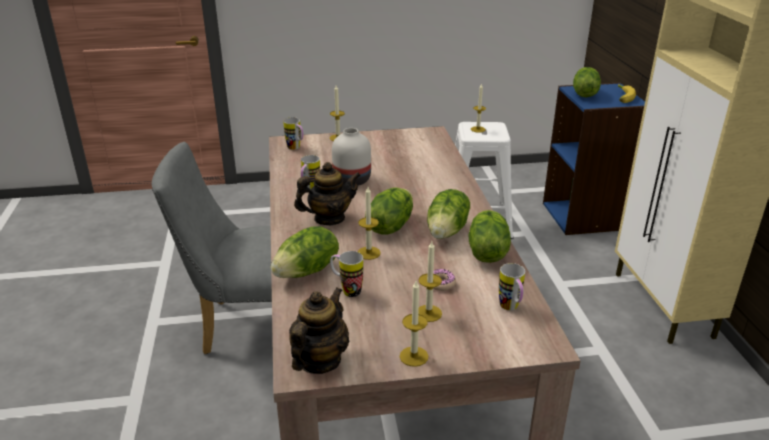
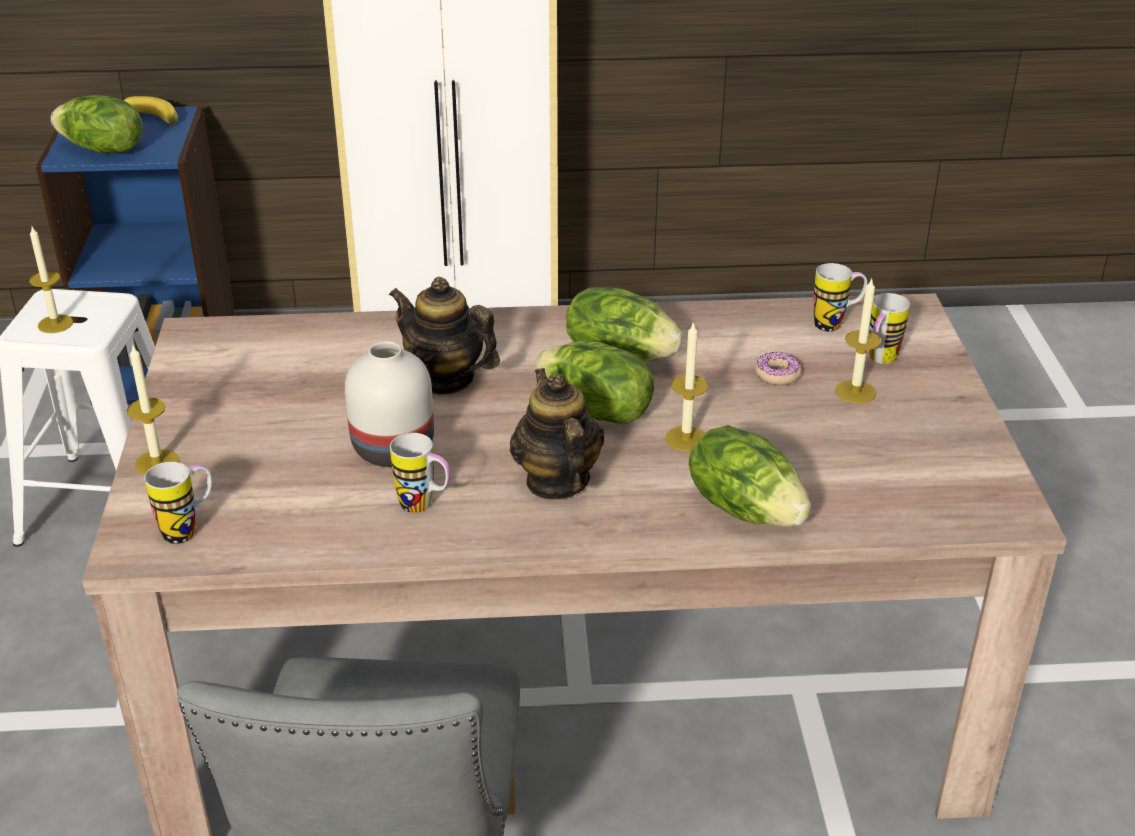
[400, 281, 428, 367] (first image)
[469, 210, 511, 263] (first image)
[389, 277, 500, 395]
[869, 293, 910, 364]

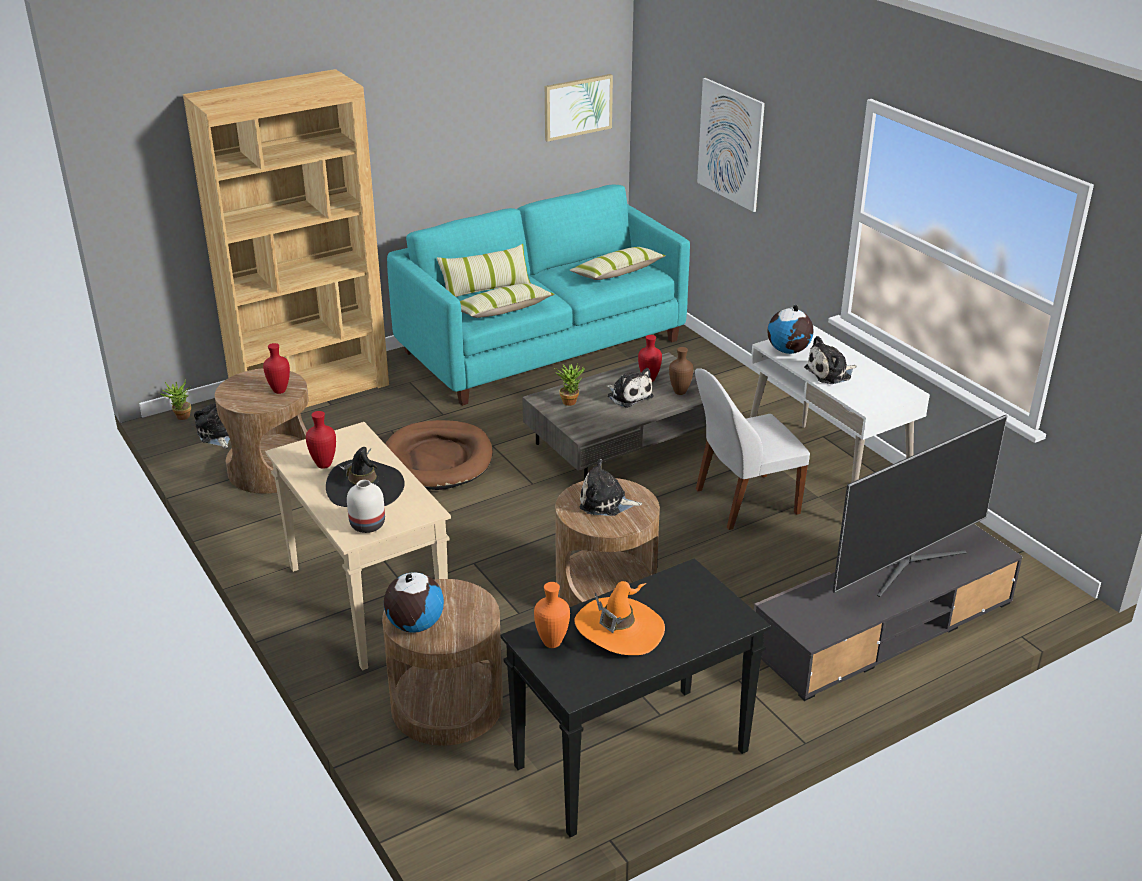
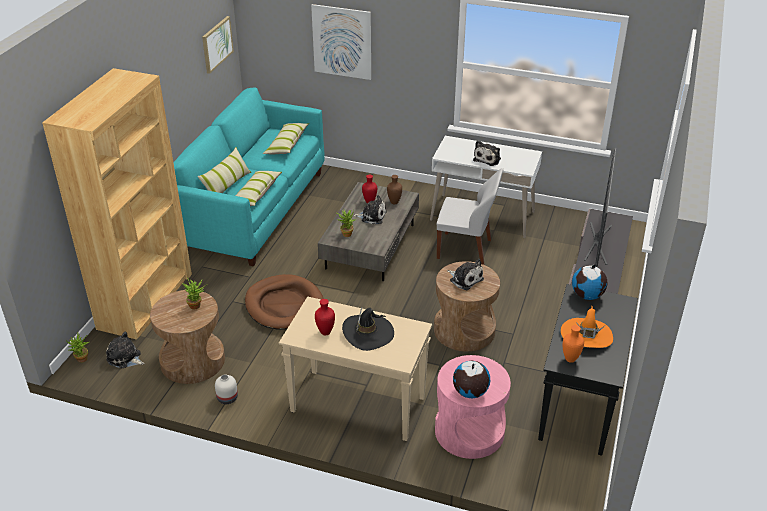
[215, 374, 238, 404]
[572, 264, 607, 300]
[182, 277, 206, 309]
[435, 355, 511, 459]
[447, 259, 484, 290]
[437, 168, 503, 265]

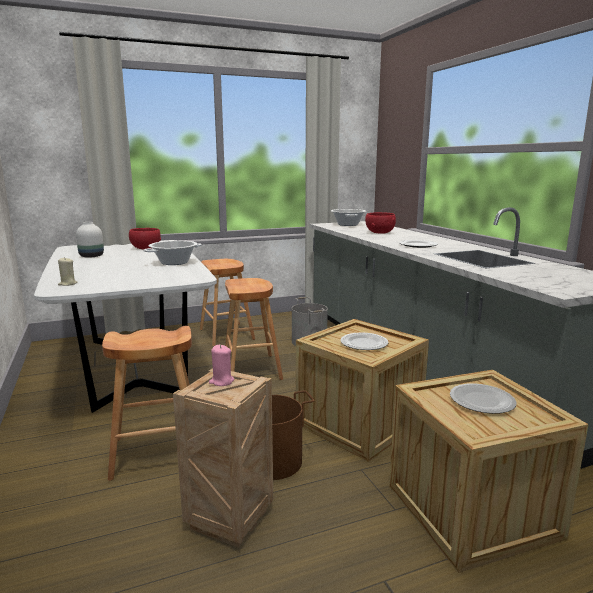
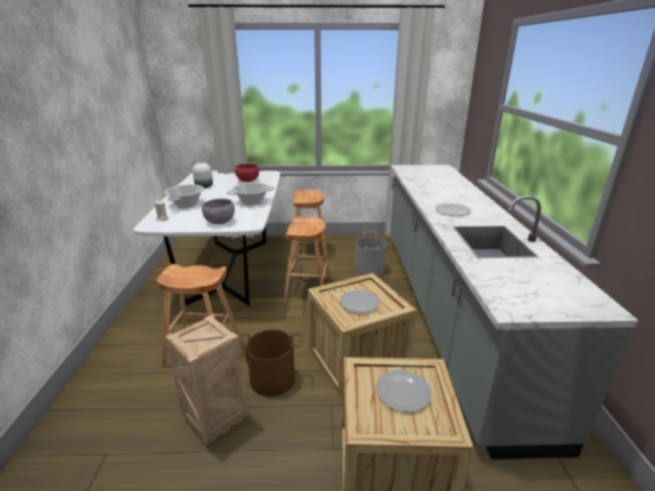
[209, 345, 234, 386] (first image)
[365, 212, 396, 234] (first image)
[202, 199, 235, 224]
[164, 184, 204, 208]

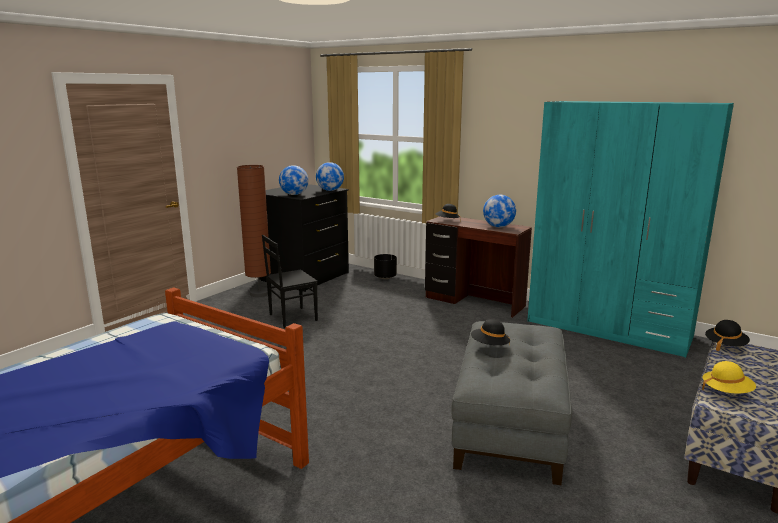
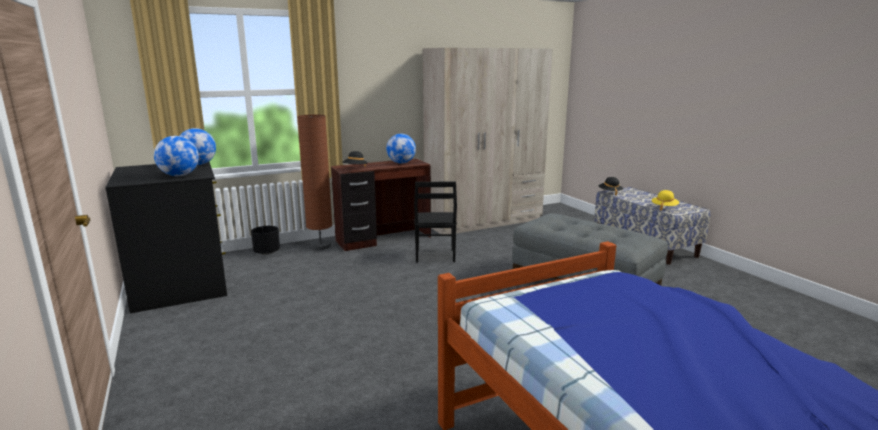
[471, 319, 510, 345] (first image)
[297, 114, 332, 250]
[414, 182, 457, 262]
[423, 48, 552, 234]

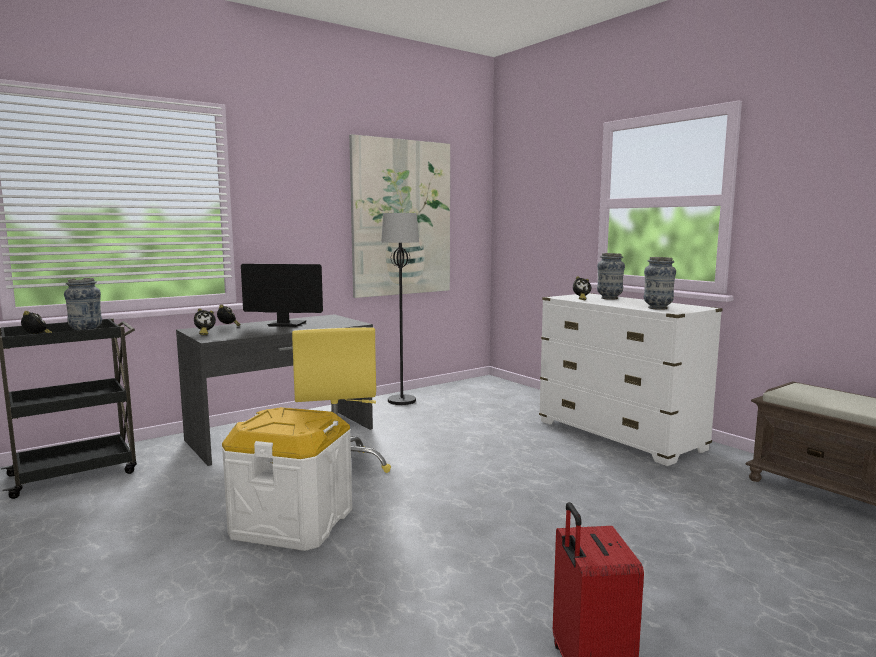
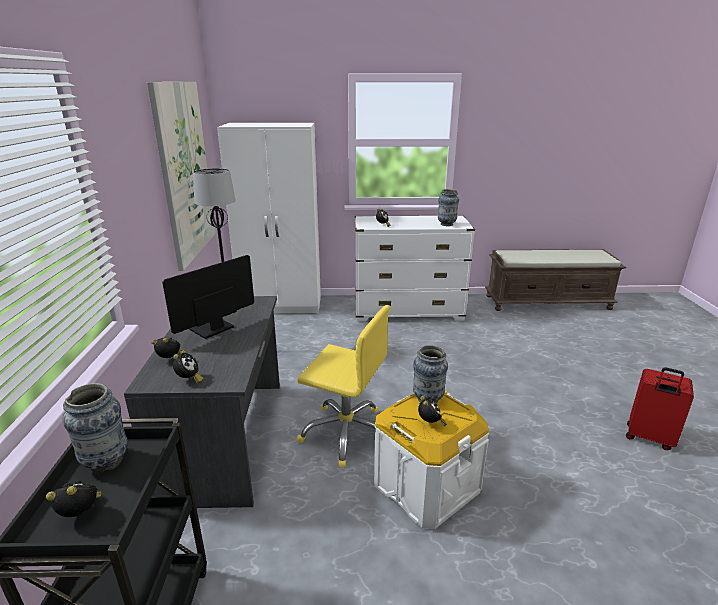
[217, 123, 321, 314]
[418, 396, 447, 426]
[413, 345, 448, 404]

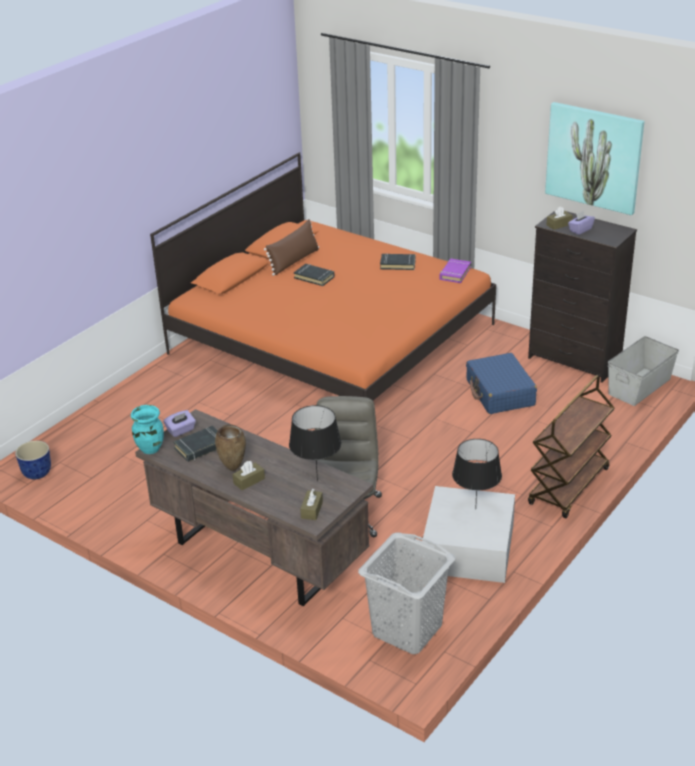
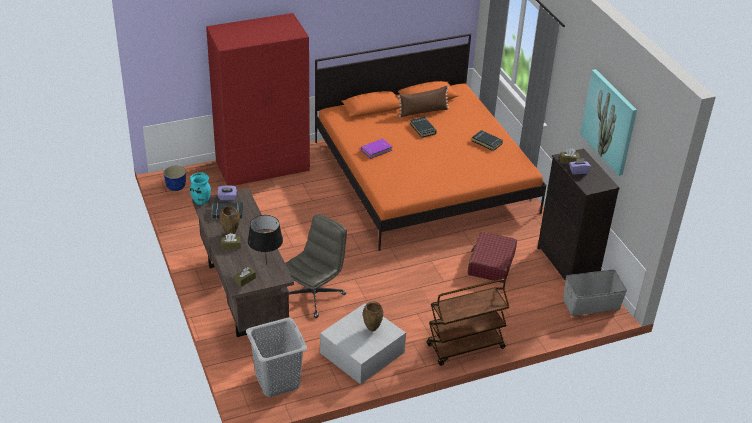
[206, 13, 310, 186]
[361, 139, 392, 159]
[363, 301, 383, 332]
[468, 231, 517, 283]

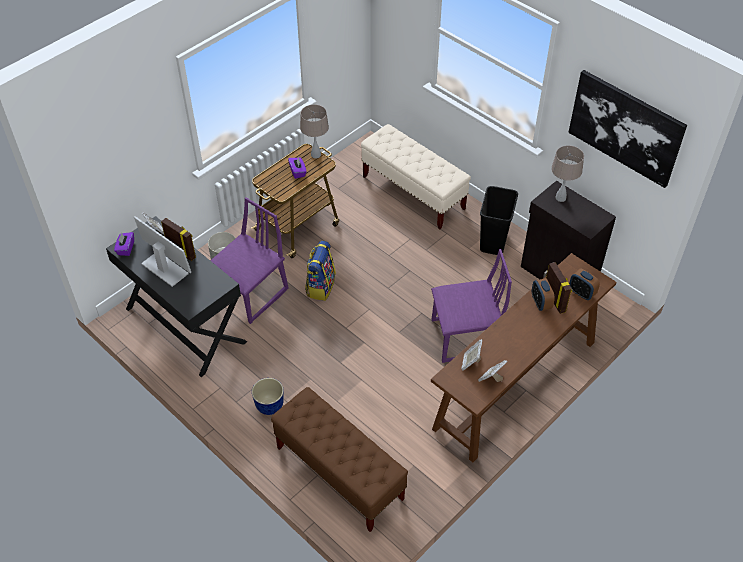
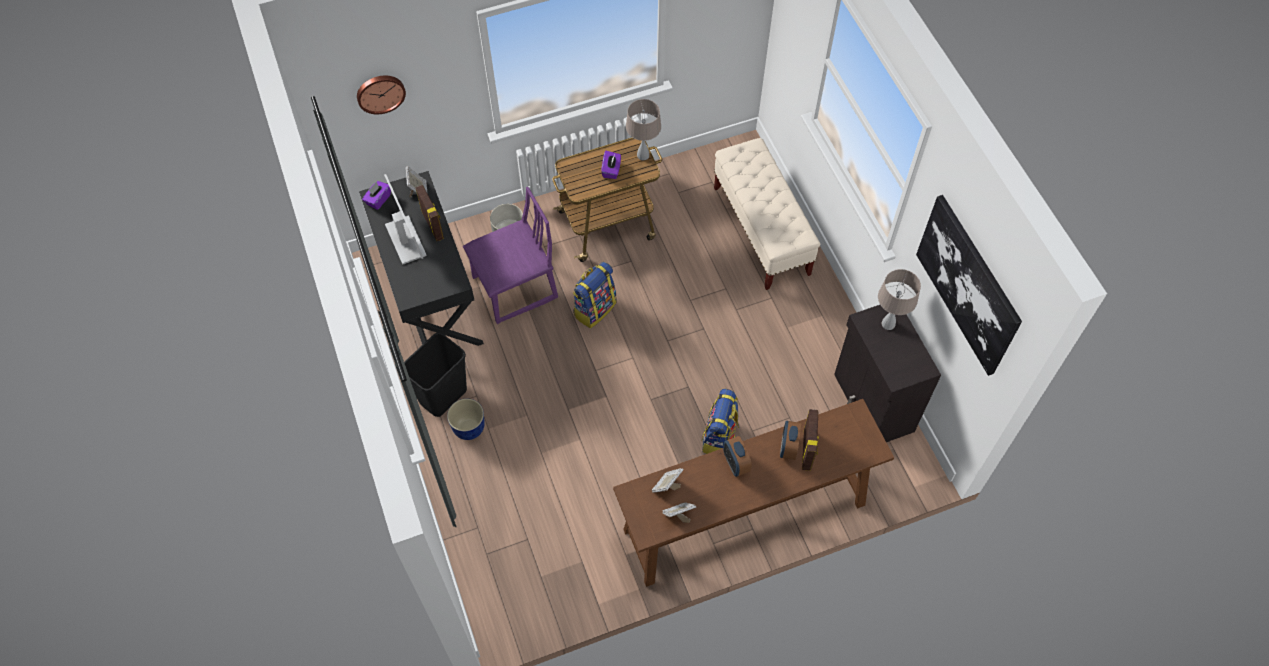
[271, 387, 408, 532] (first image)
[357, 76, 406, 114]
[404, 333, 467, 417]
[723, 436, 752, 477]
[702, 388, 739, 454]

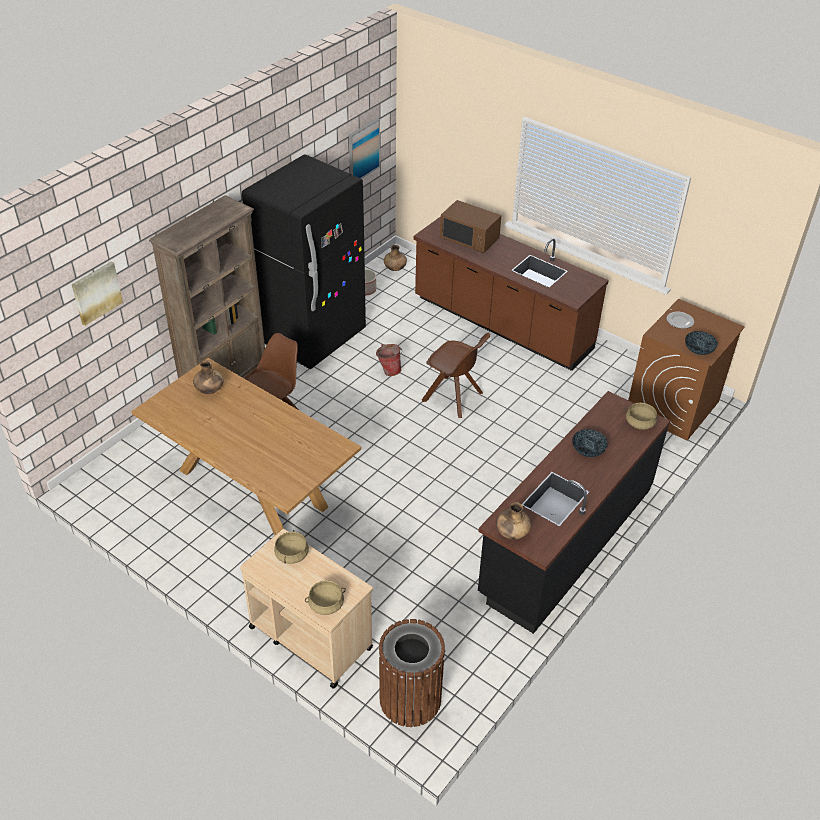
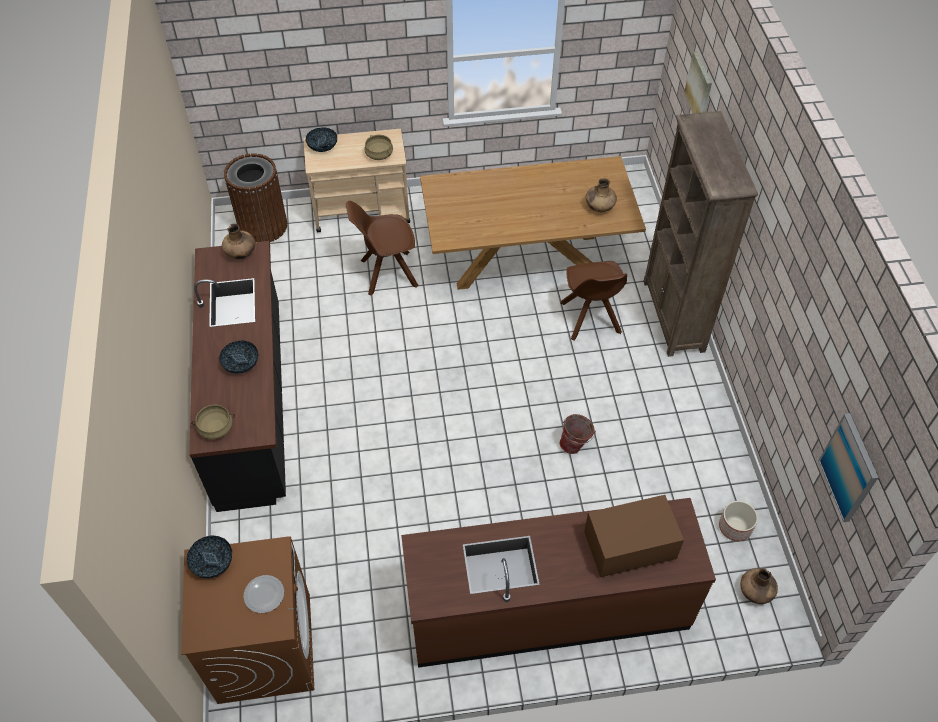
[242, 154, 366, 369] (first image)
[346, 201, 419, 296]
[306, 127, 337, 152]

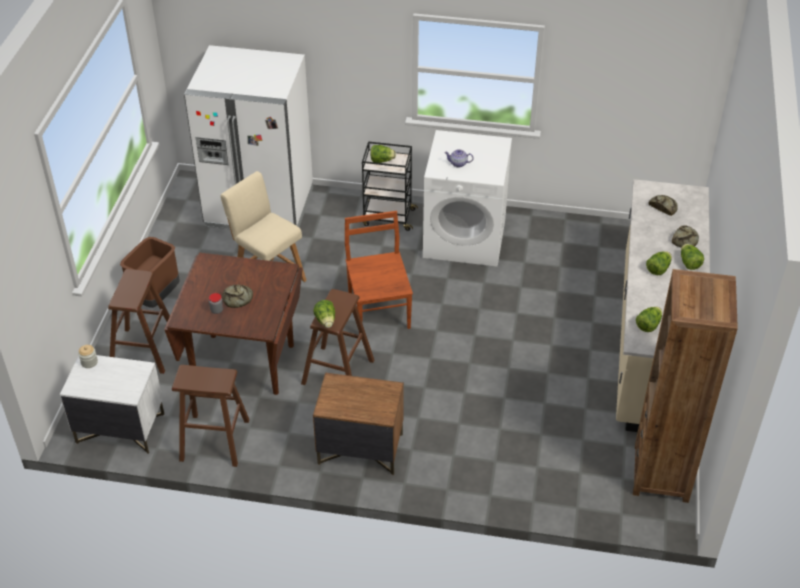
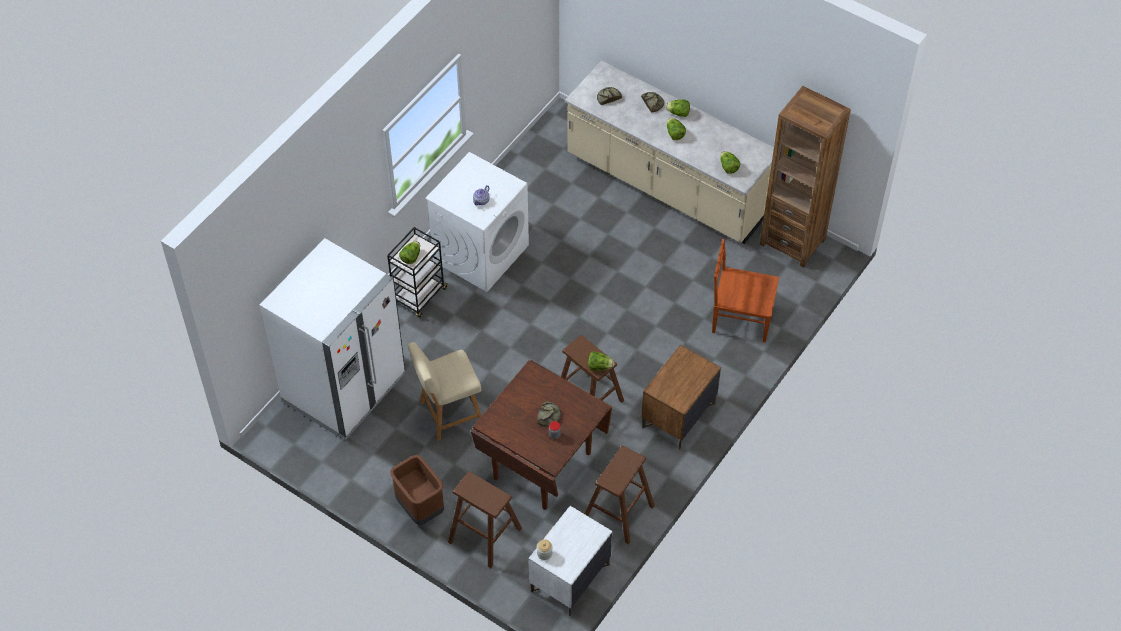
[712, 239, 779, 343]

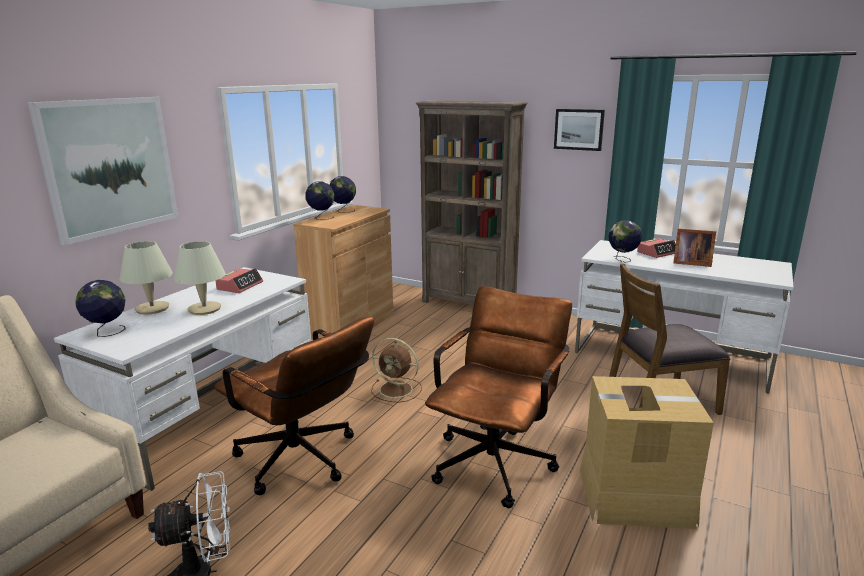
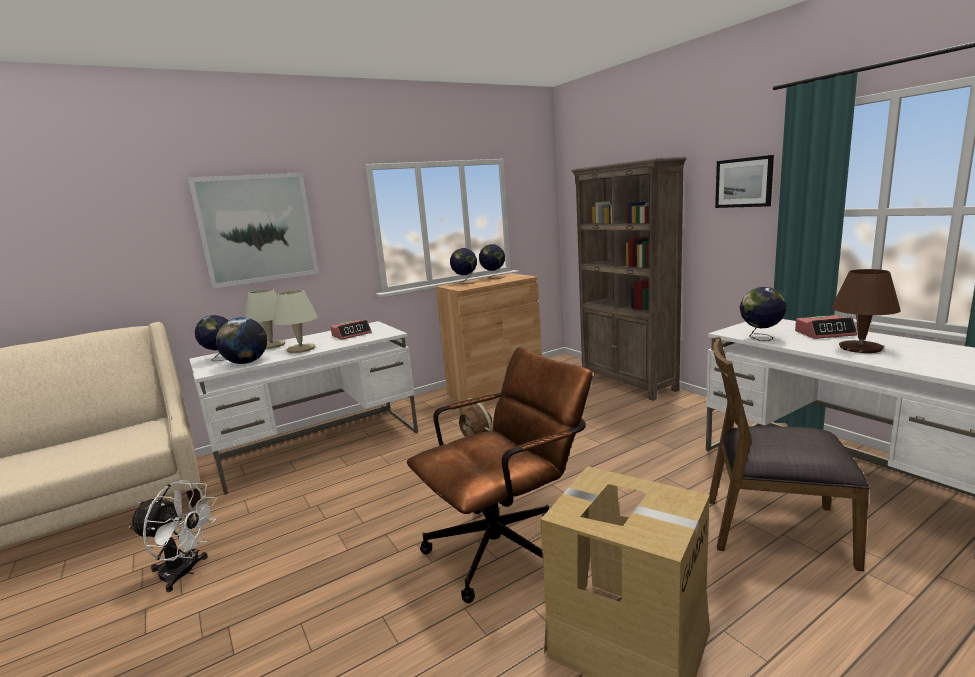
[214, 317, 374, 495] (first image)
[216, 317, 267, 364]
[832, 269, 901, 353]

